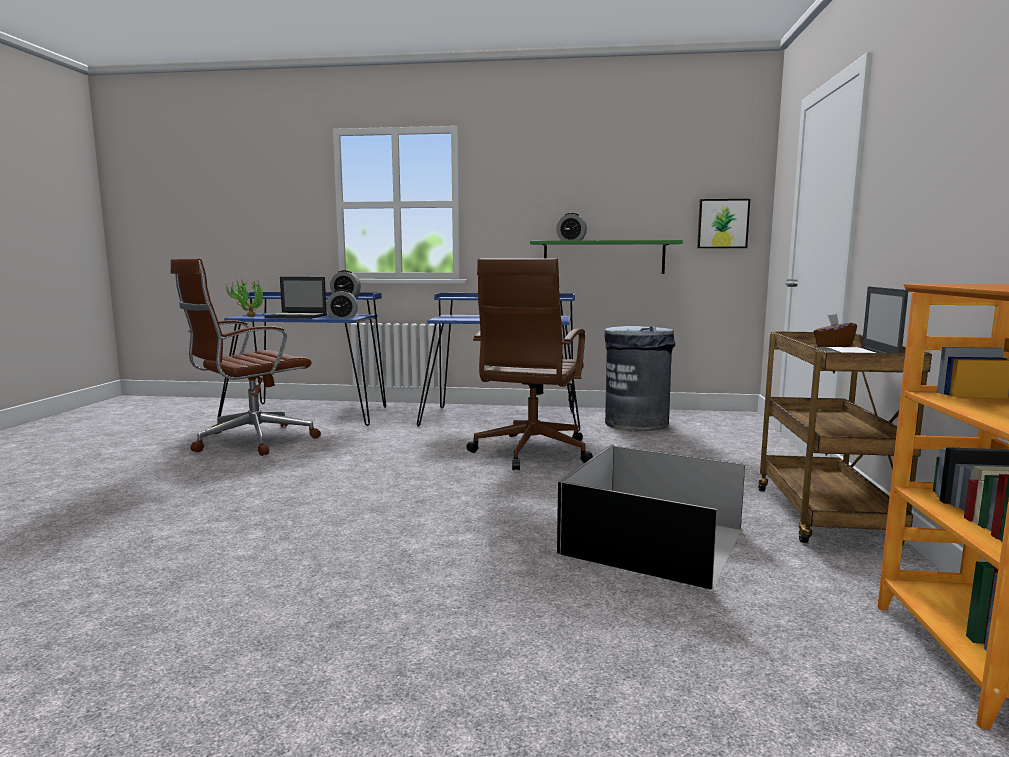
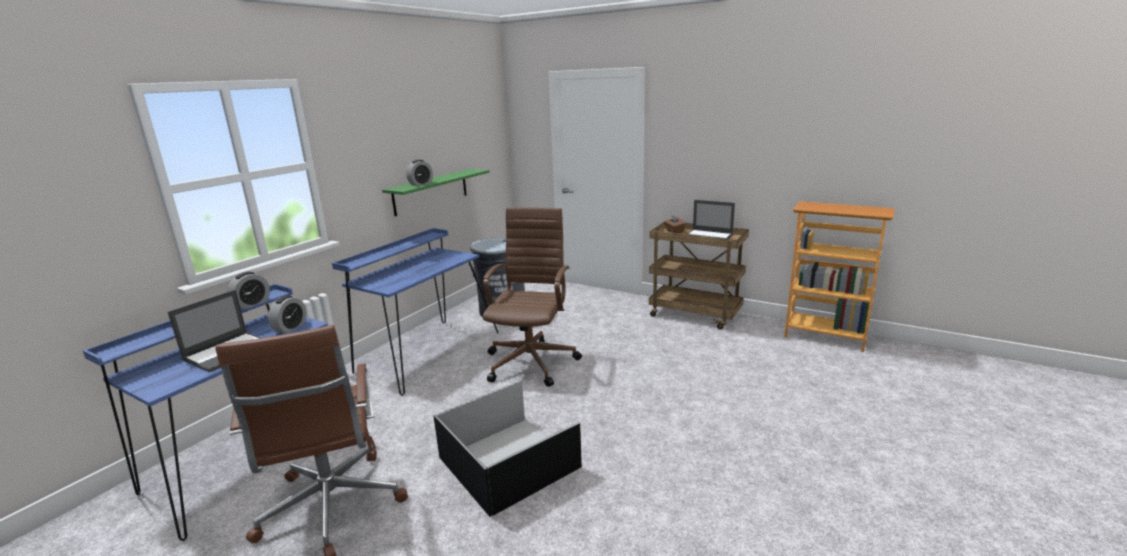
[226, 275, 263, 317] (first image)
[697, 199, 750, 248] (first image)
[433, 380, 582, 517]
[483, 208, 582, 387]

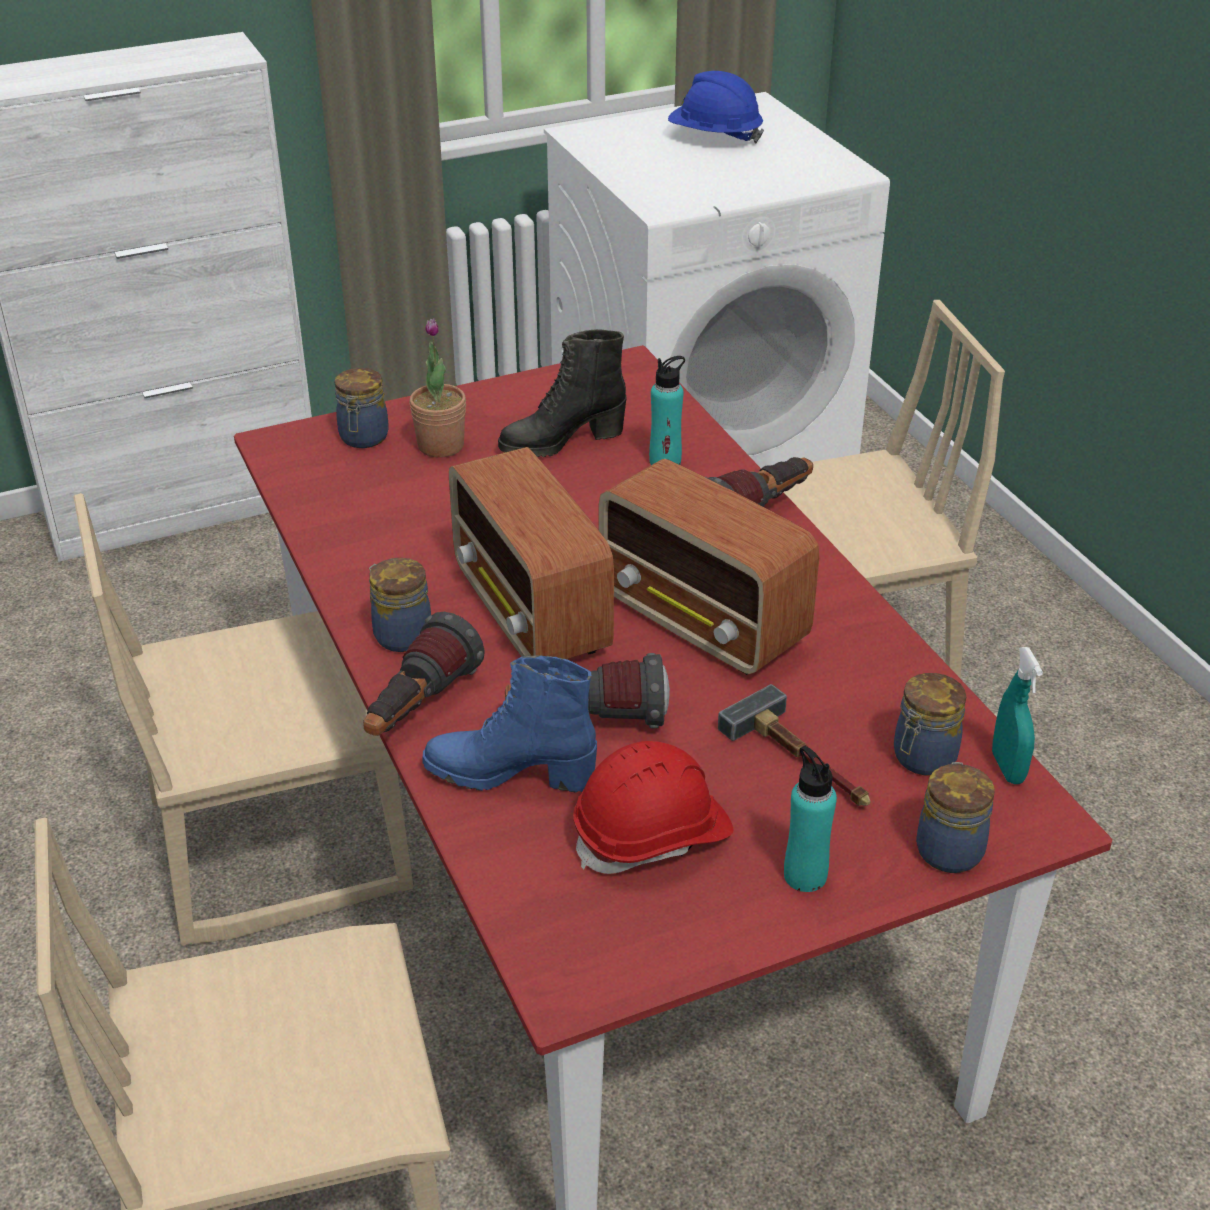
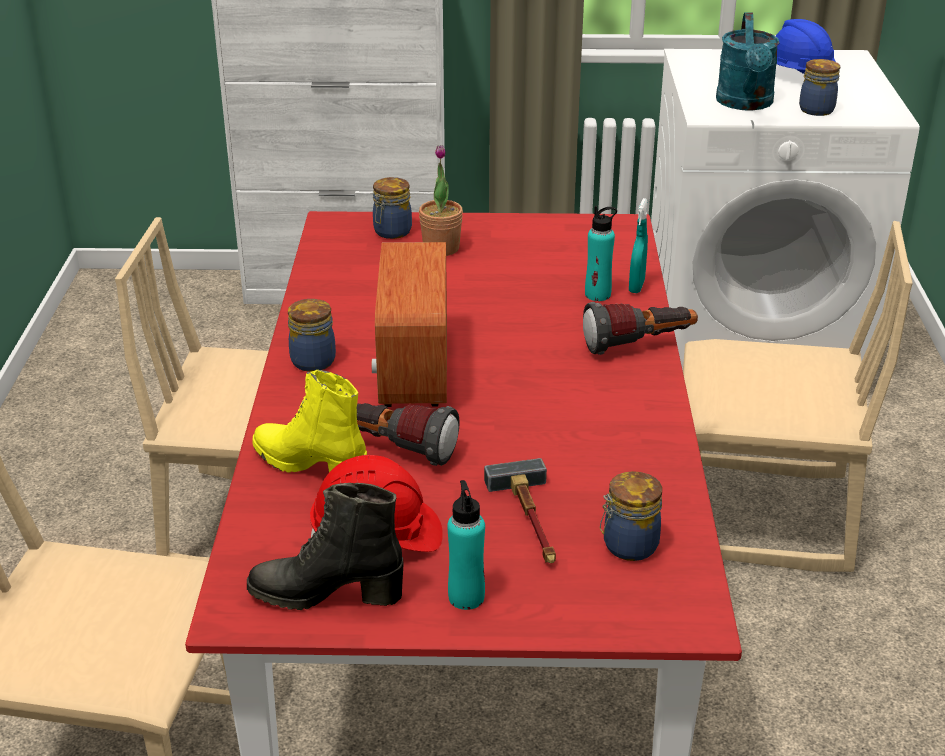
[363, 612, 485, 736] (first image)
[599, 459, 819, 675] (first image)
[716, 12, 779, 111]
[247, 483, 404, 610]
[799, 59, 840, 116]
[629, 198, 648, 293]
[253, 370, 367, 472]

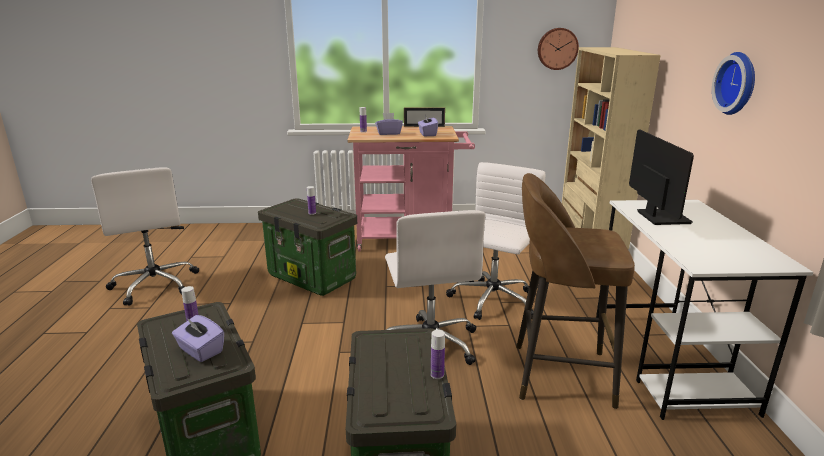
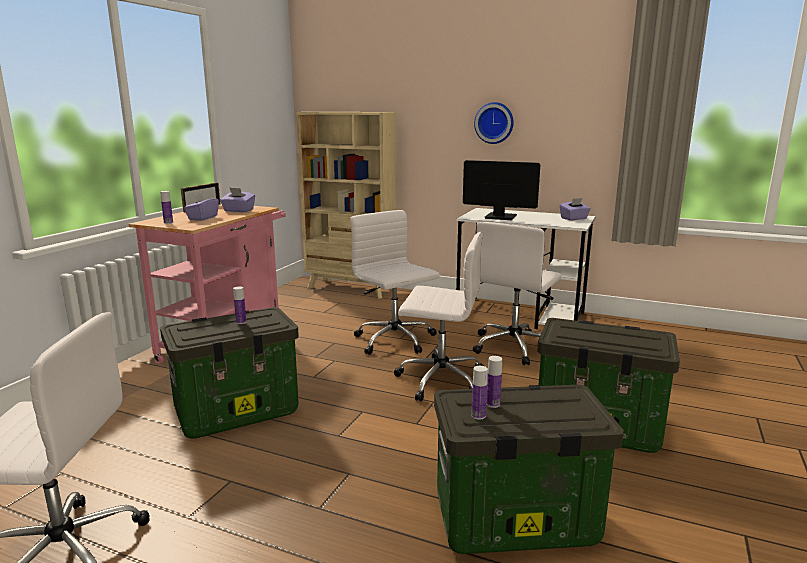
[538, 28, 579, 70] (first image)
[559, 198, 591, 220]
[471, 366, 488, 420]
[473, 222, 562, 365]

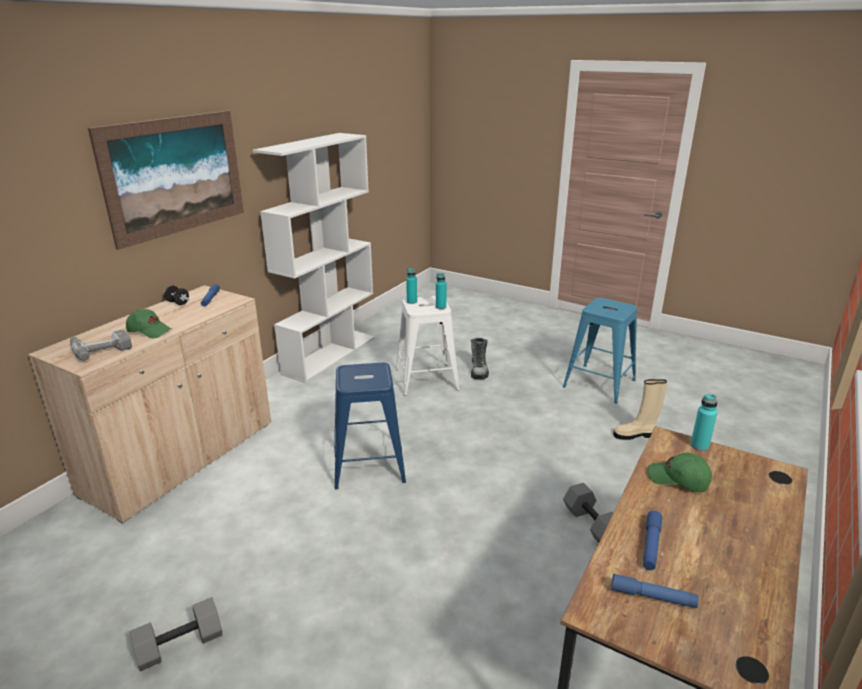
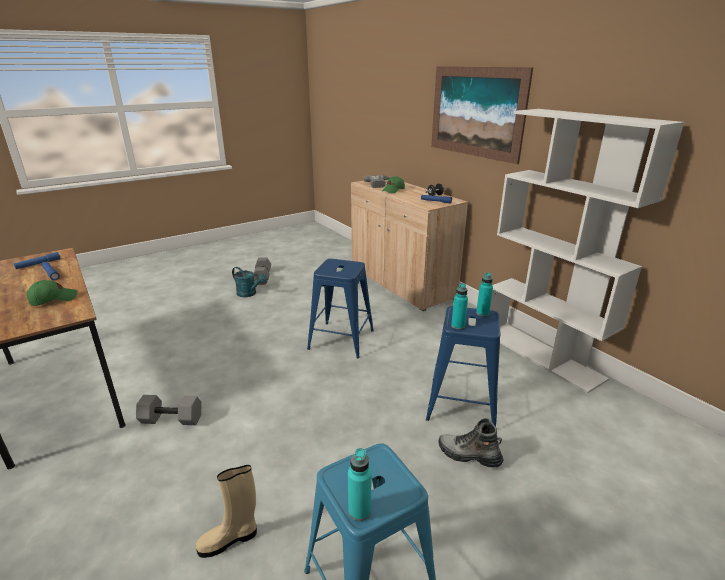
[232, 267, 267, 297]
[348, 448, 372, 521]
[426, 306, 500, 427]
[196, 465, 257, 558]

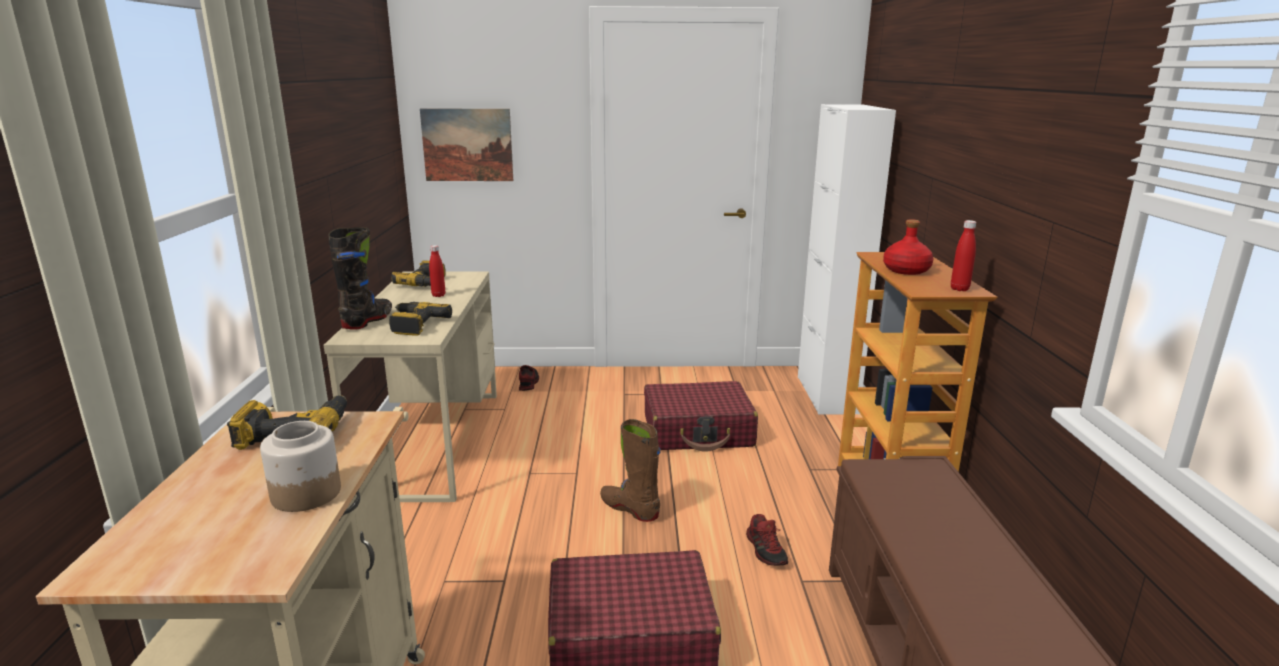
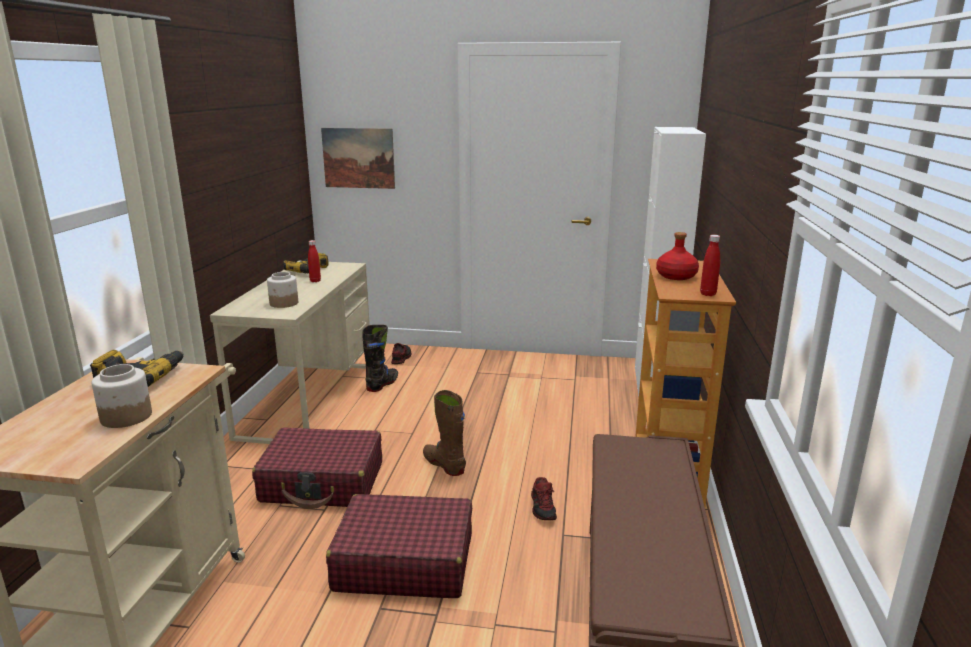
[362, 325, 398, 392]
[252, 427, 382, 509]
[267, 272, 298, 308]

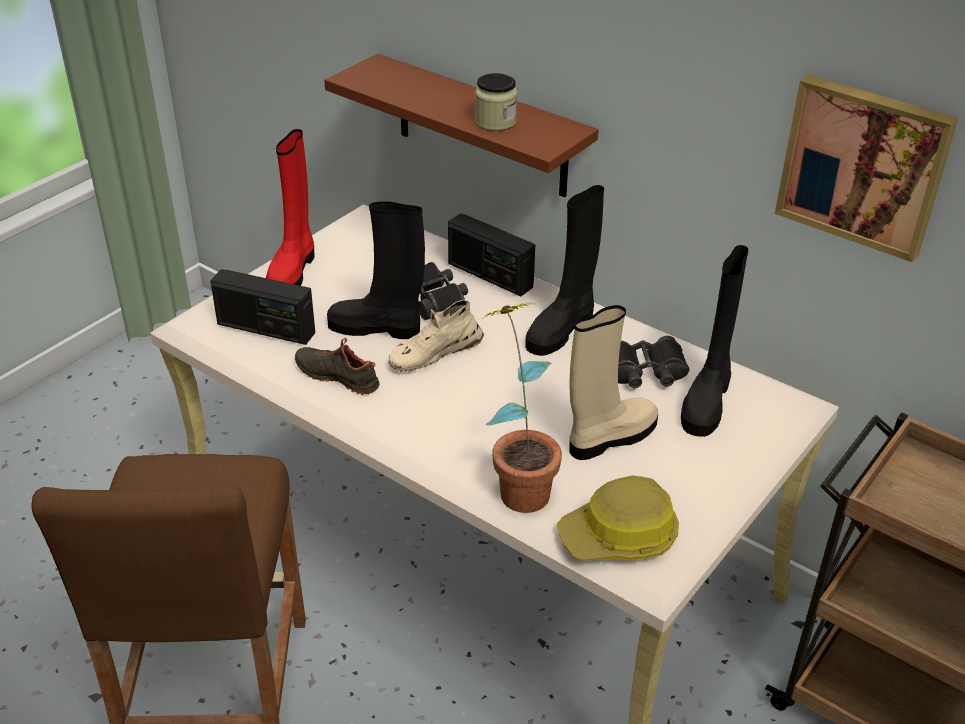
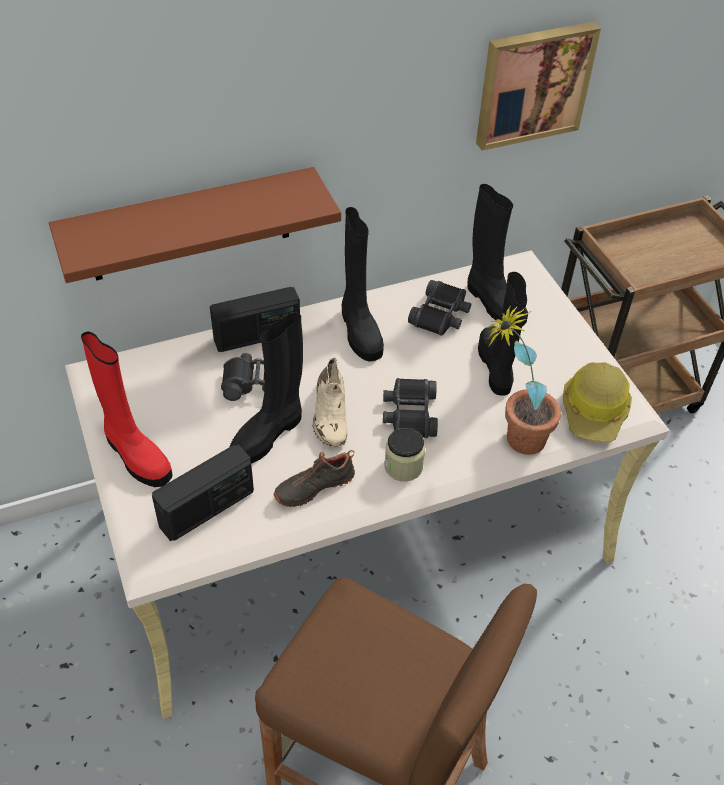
[383, 378, 438, 438]
[384, 428, 425, 481]
[478, 272, 527, 396]

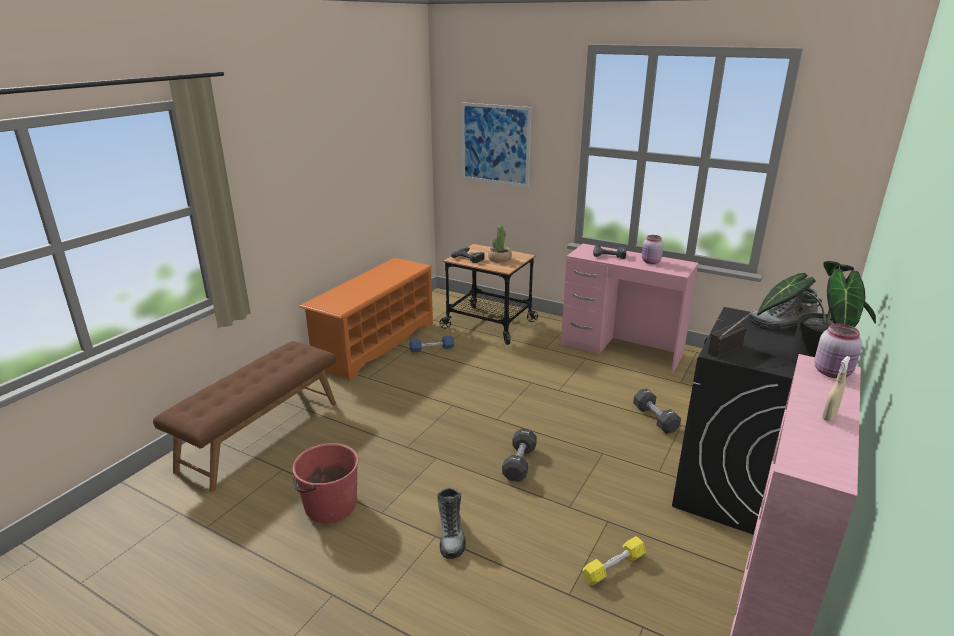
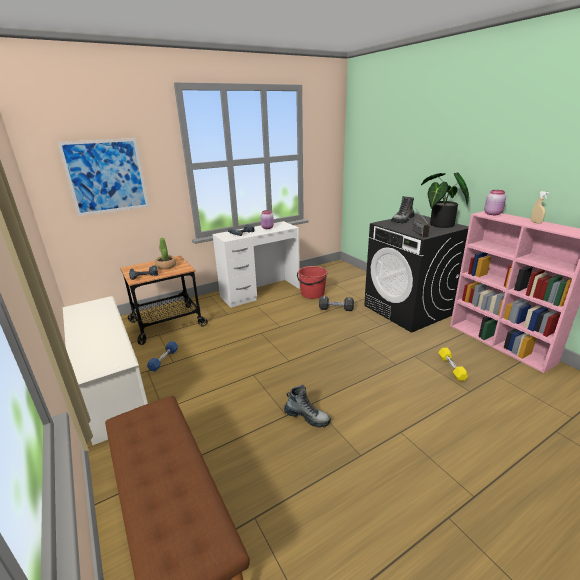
[502, 428, 537, 482] (first image)
[297, 266, 328, 299]
[284, 385, 331, 427]
[63, 296, 148, 445]
[213, 221, 300, 308]

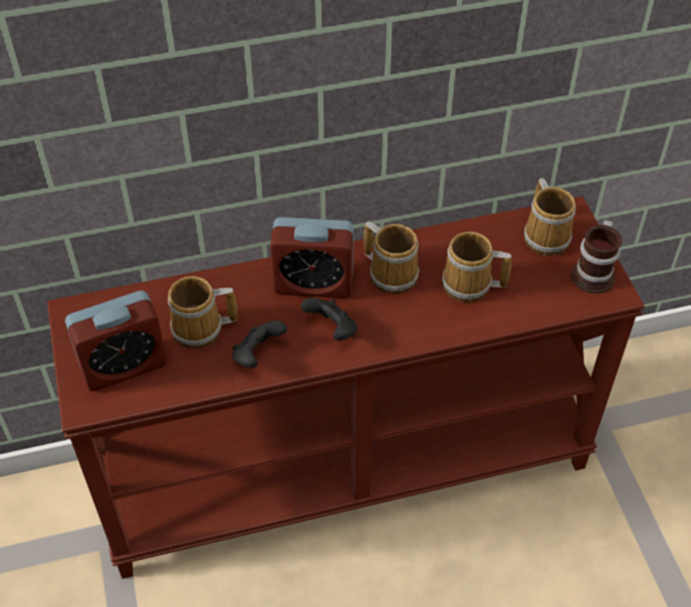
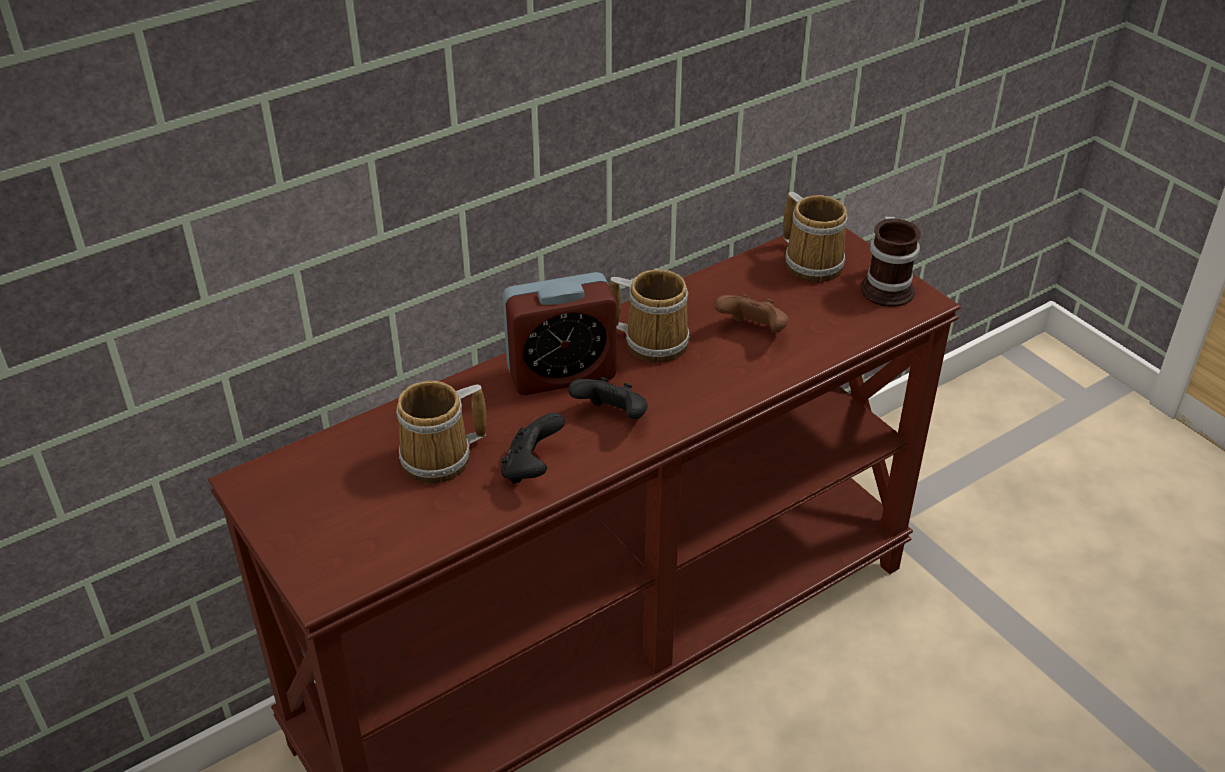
[65, 291, 167, 391] (first image)
[715, 294, 789, 333]

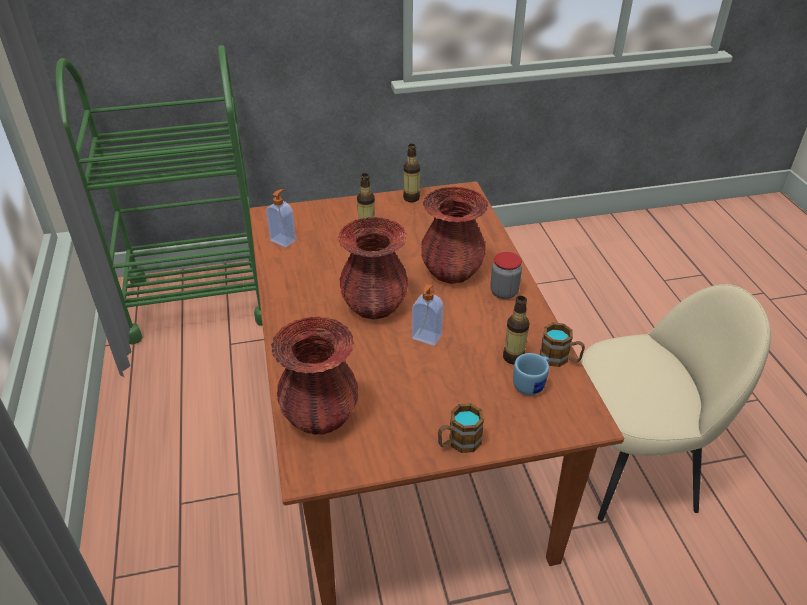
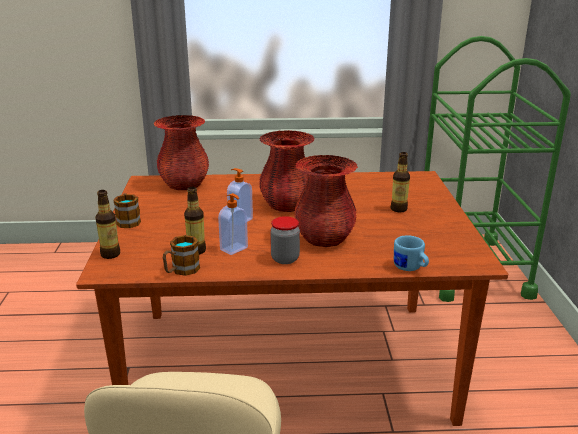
[218, 193, 248, 255]
[95, 190, 120, 259]
[394, 235, 429, 271]

